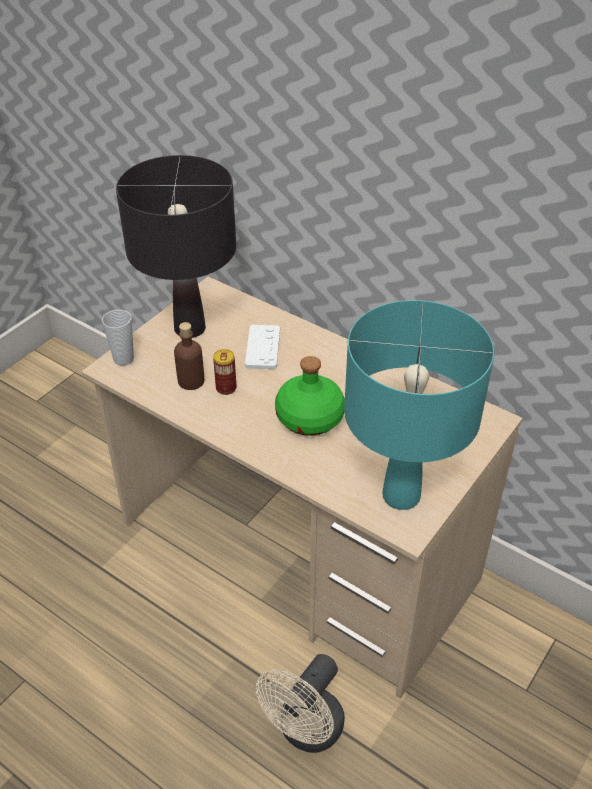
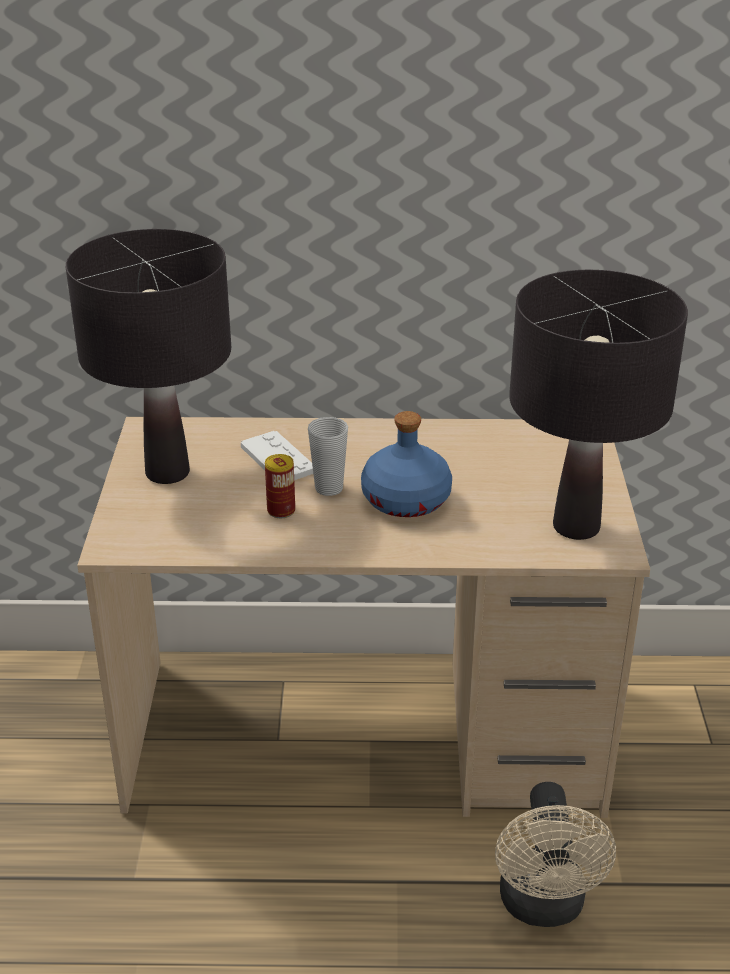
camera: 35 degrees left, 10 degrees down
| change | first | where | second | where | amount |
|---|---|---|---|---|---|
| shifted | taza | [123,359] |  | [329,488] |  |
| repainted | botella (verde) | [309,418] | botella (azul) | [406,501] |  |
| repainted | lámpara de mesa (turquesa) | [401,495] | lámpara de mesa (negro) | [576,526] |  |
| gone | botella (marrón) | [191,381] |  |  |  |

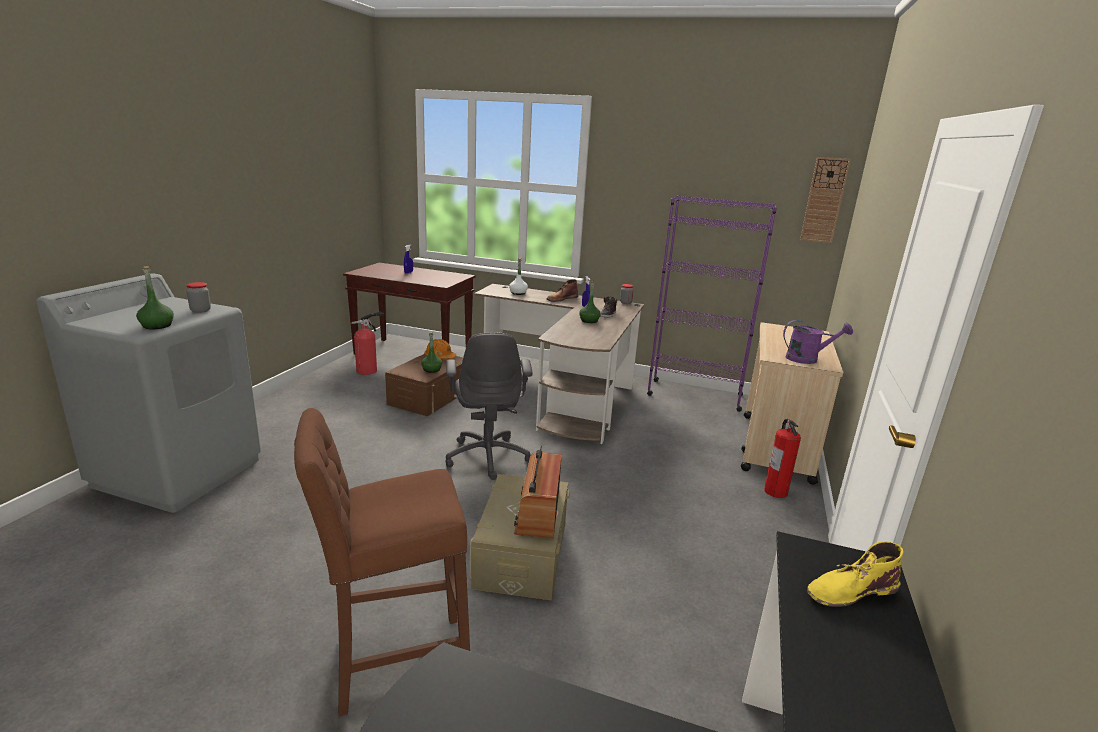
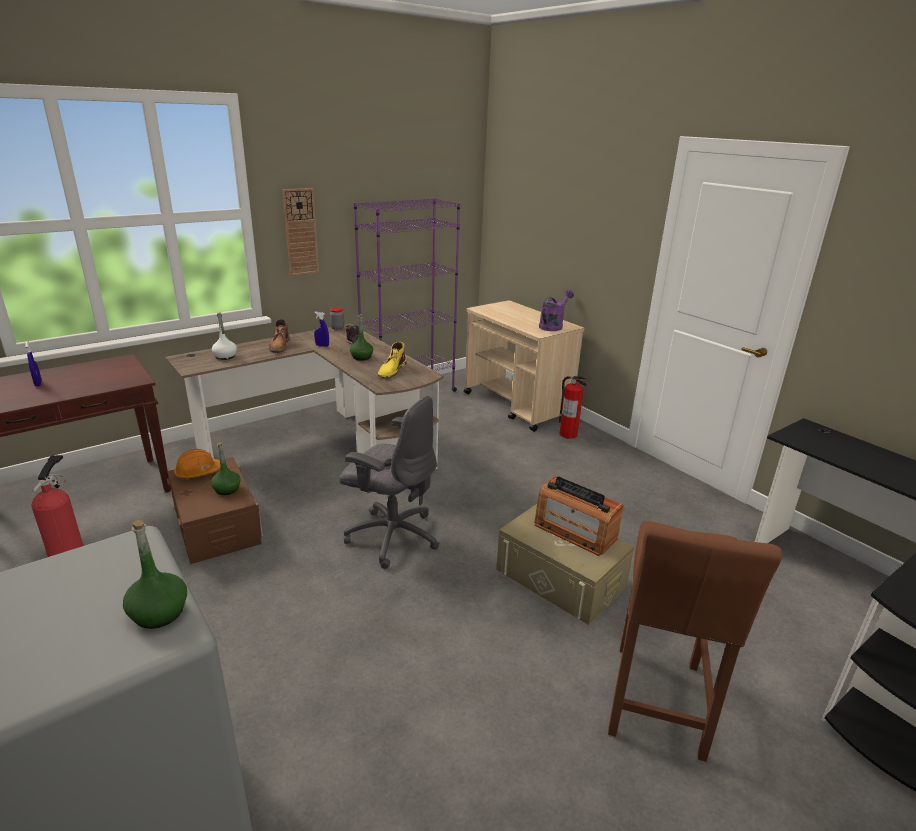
camera: 55 degrees left, 5 degrees up
| change | first | where | second | where | amount |
|---|---|---|---|---|---|
| shifted | reloj de pared | [824,200] |  | [300,232] |  |
| shifted | bota (amarillo) | [850,590] |  | [391,370] |  |
| gone | tarro | [200,310] |  |  |  |

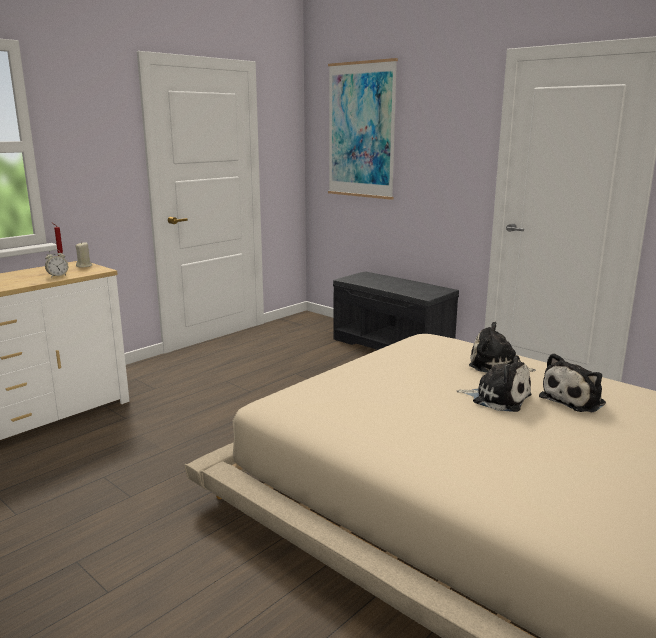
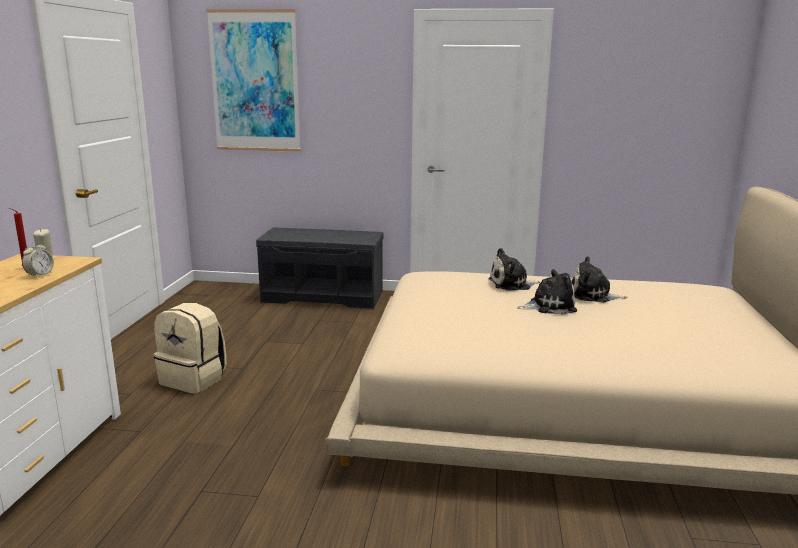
camera: 35 degrees left, 0 degrees up
| change | first | where | second | where | amount |
|---|---|---|---|---|---|
| new |  |  | mochila (beis) | [194,379] |  |
| rotated | peluche | [575,400] |  | [593,295] | 90 degrees clockwise |

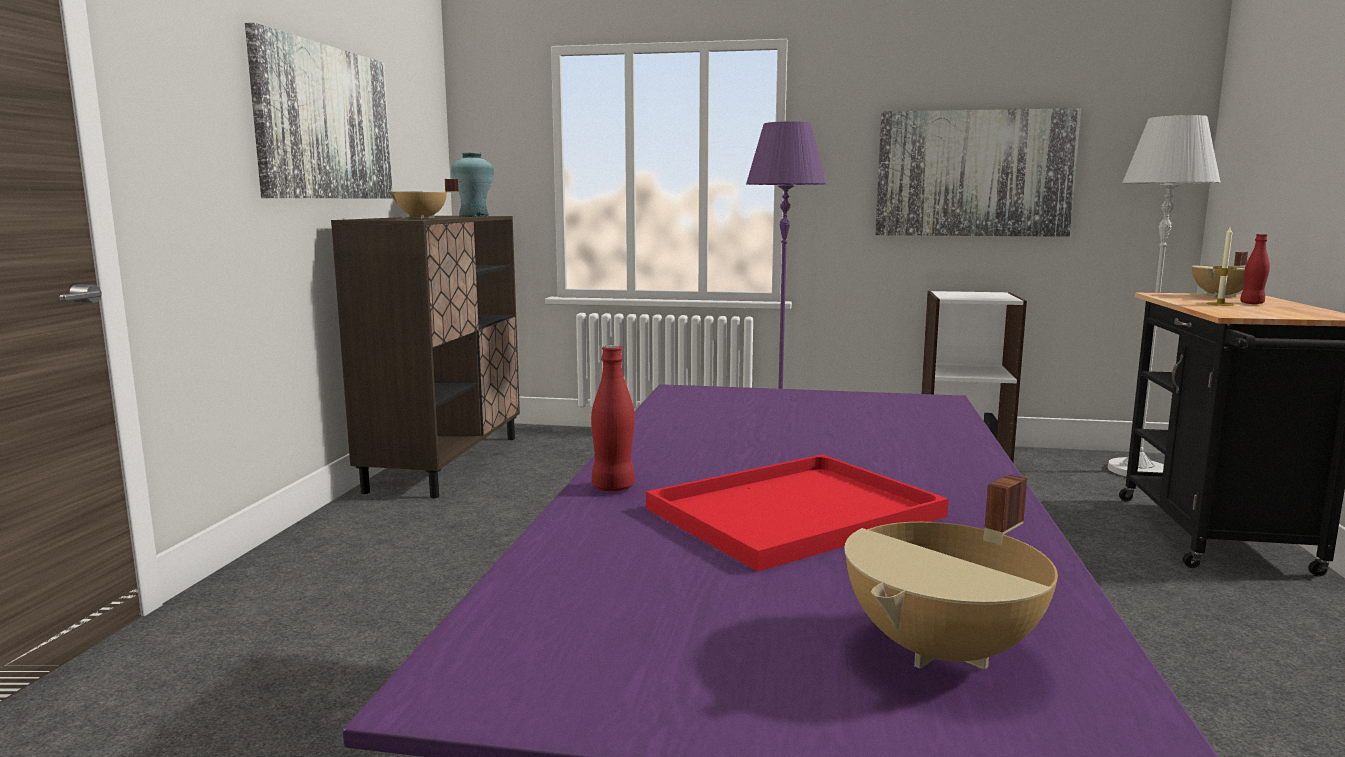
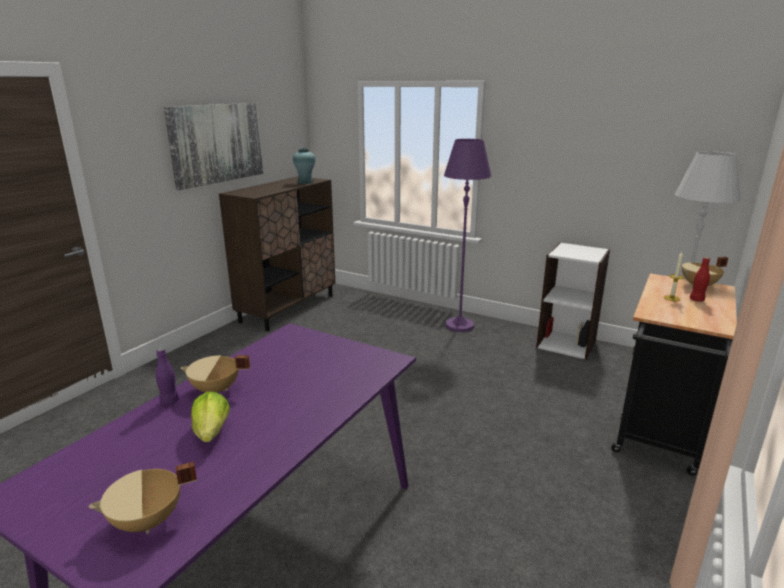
camera: 20 degrees right, 10 degrees up
| change | first | where | second | where | amount |
|---|---|---|---|---|---|
| repainted | botella (rojo) | [613,487] | botella (morado) | [169,401] |  |
| shifted | olla (beis) | [422,218] |  | [216,390] |  |
| swapped | bandeja (rojo) | [797,510] | lechuga | [212,432] |  |
| gone | cuadro | [973,174] |  |  |  |

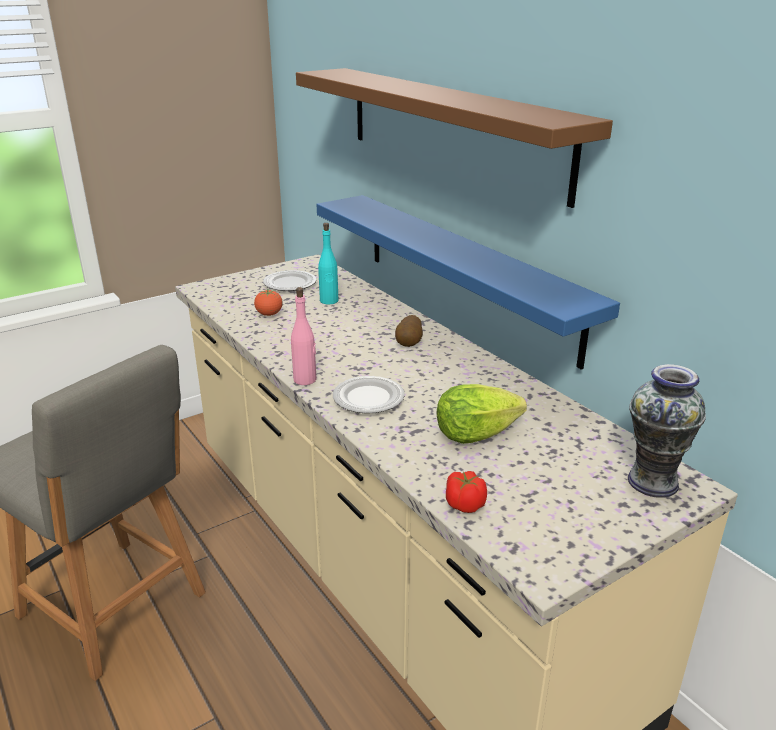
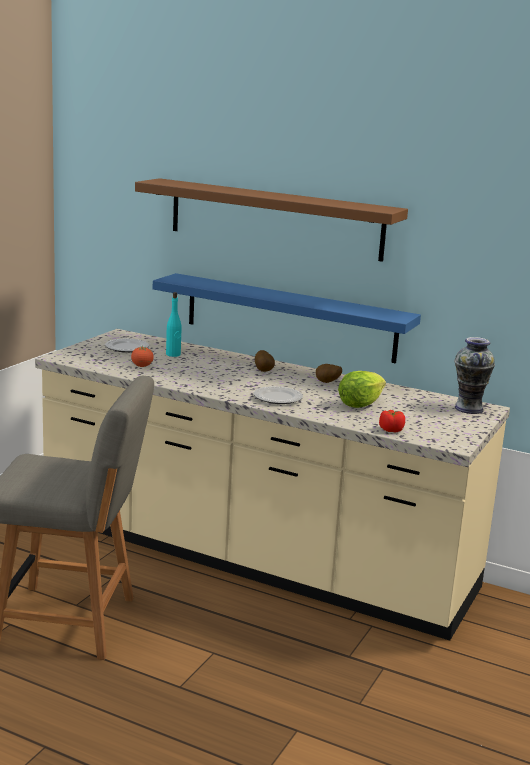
camera: 30 degrees left, 10 degrees down
| change | first | where | second | where | amount |
|---|---|---|---|---|---|
| new |  |  | patata | [327,383] |  |
| gone | botella (rosa) | [305,380] |  |  |  |

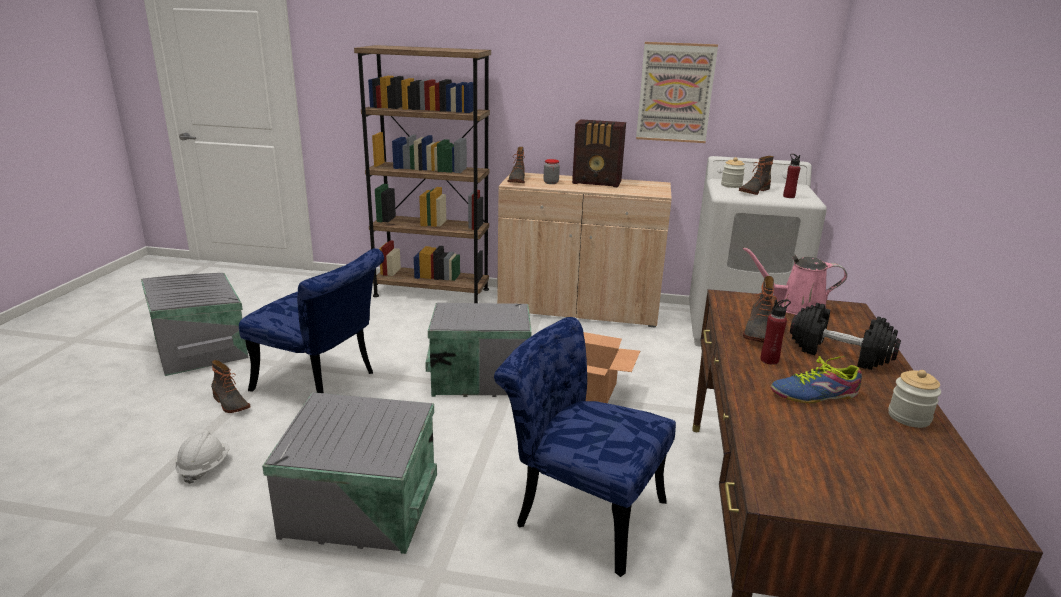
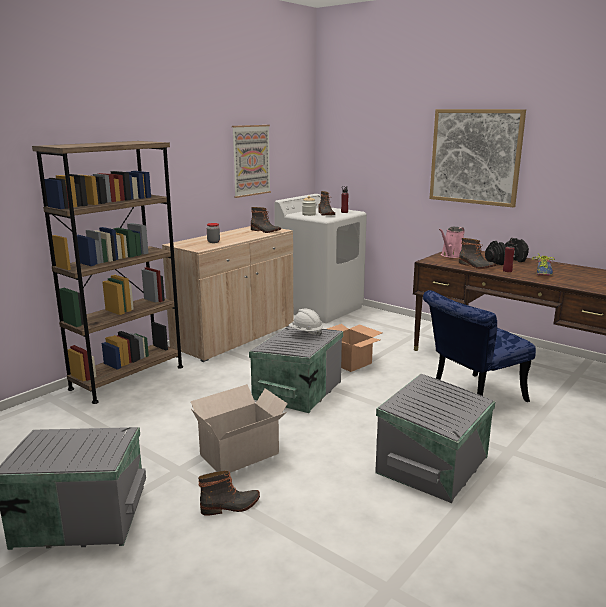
camera: 60 degrees left, 5 degrees down
| change | first | where | second | where | amount |
|---|---|---|---|---|---|
| swapped | silla (azul) | [323,383] | caja de cartón | [241,454] |  |
| shifted | bota | [516,180] |  | [265,231] |  |
| shifted | casco (blanco) | [204,467] |  | [306,332] |  |
| new |  |  | cuadro | [475,157] |  |
| gone | radio | [598,182] |  |  |  |
| gone | tarro | [909,417] |  |  |  |

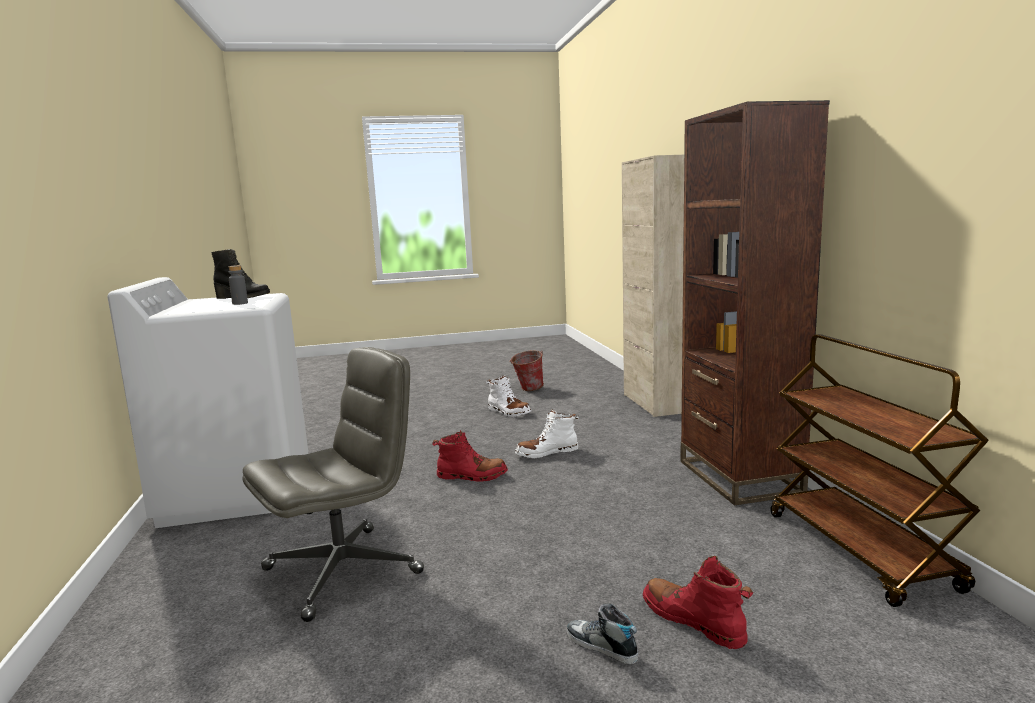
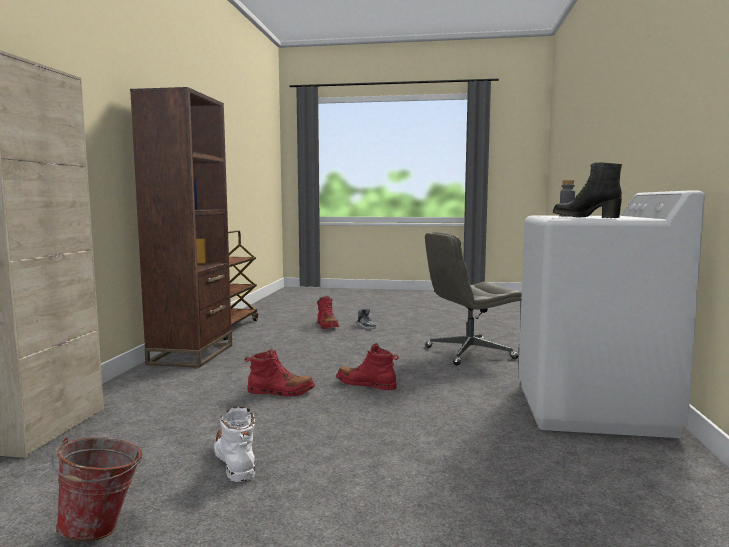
camera: 160 degrees left, 5 degrees down
| change | first | where | second | where | amount |
|---|---|---|---|---|---|
| repainted | bota (blanco) | [547,453] | bota (rojo) | [280,392] |  |

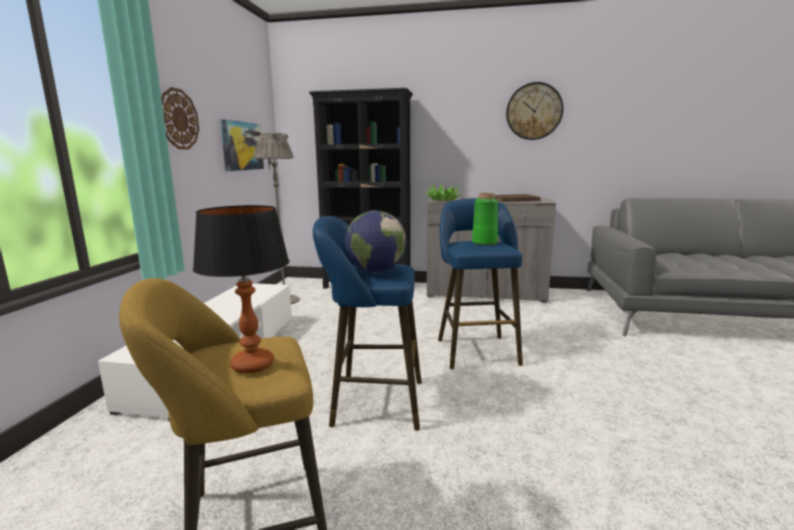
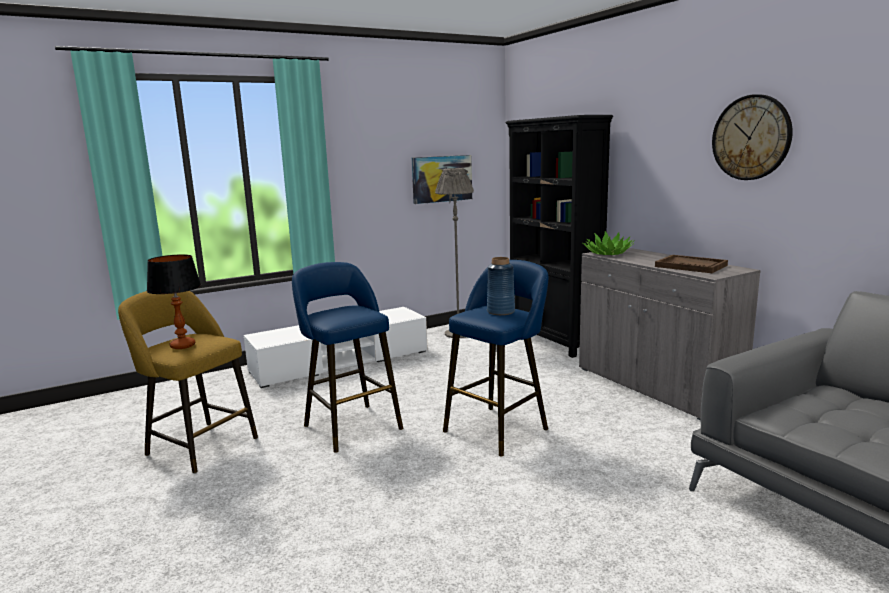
camera: 50 degrees right, 0 degrees up
| change | first | where | second | where | amount |
|---|---|---|---|---|---|
| repainted | florero (verde) | [484,242] | florero (azul) | [501,311] |  |
| gone | reloj de pared | [178,119] |  |  |  |
| gone | globo terráqueo | [376,271] |  |  |  |

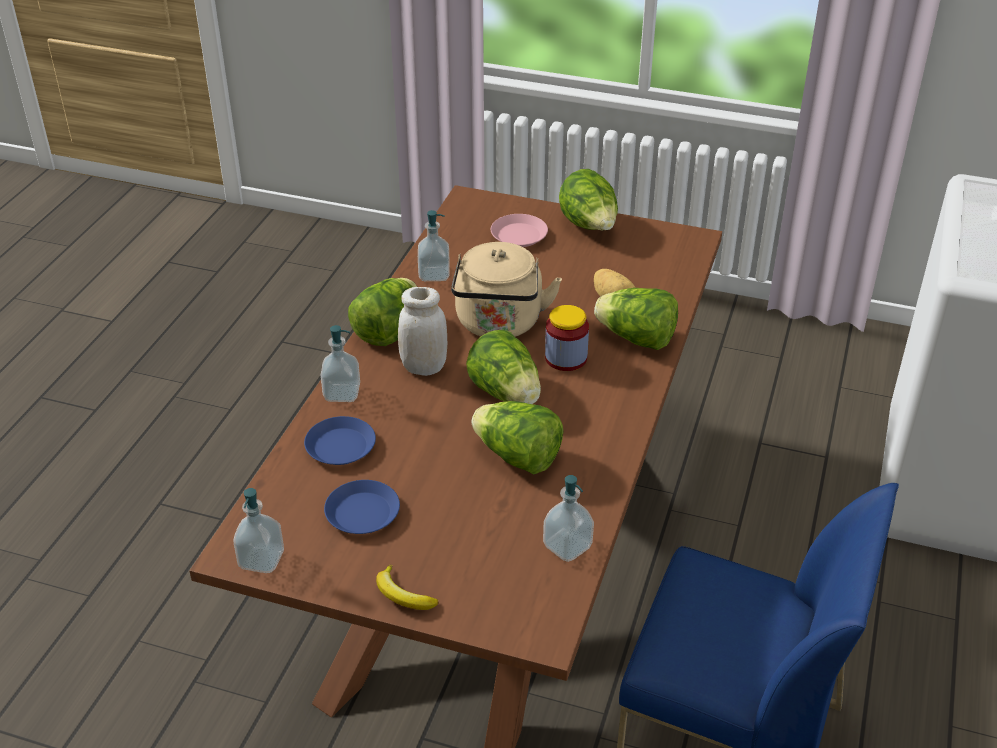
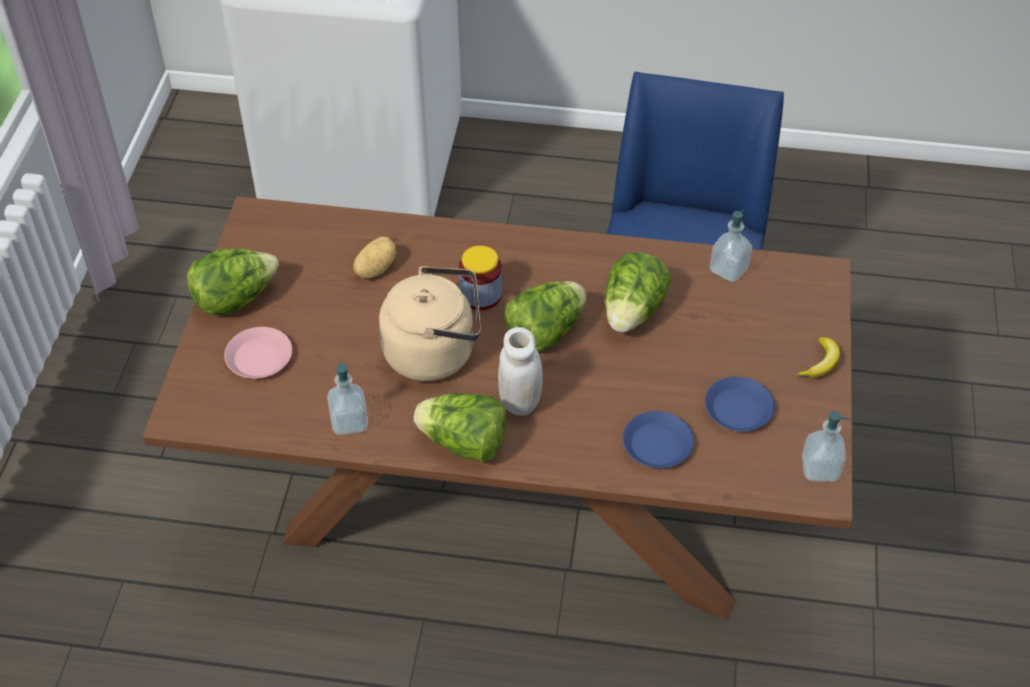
camera: 100 degrees left, 10 degrees up
| change | first | where | second | where | amount |
|---|---|---|---|---|---|
| gone | dispensador de jabón | [342,393] |  |  |  |
| gone | lechuga | [636,339] |  |  |  |

